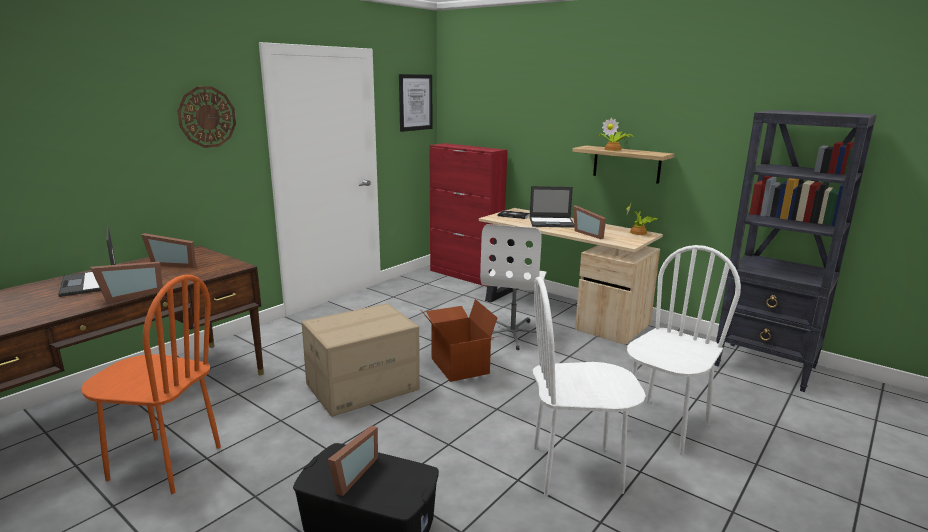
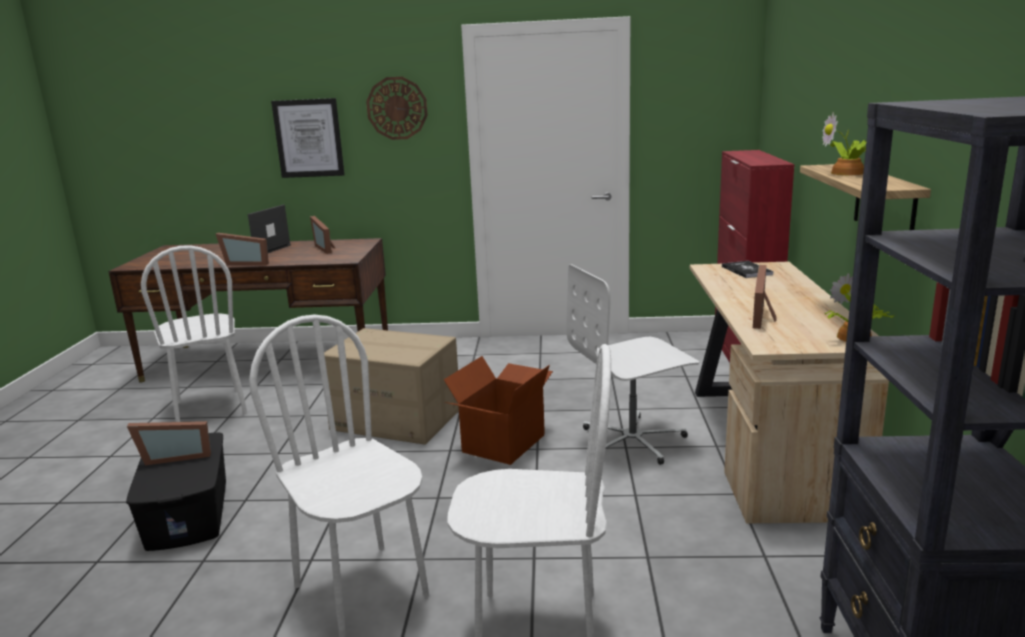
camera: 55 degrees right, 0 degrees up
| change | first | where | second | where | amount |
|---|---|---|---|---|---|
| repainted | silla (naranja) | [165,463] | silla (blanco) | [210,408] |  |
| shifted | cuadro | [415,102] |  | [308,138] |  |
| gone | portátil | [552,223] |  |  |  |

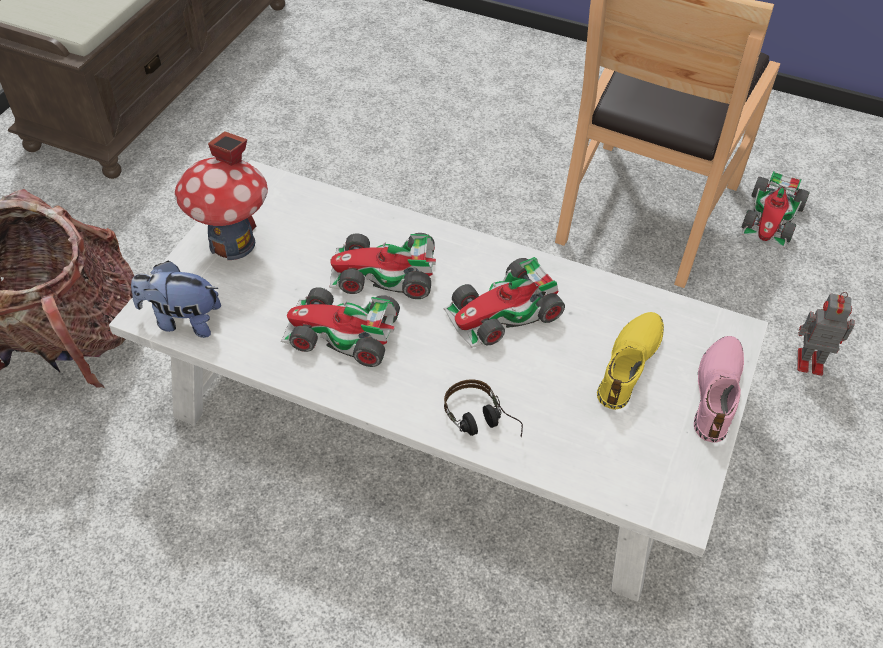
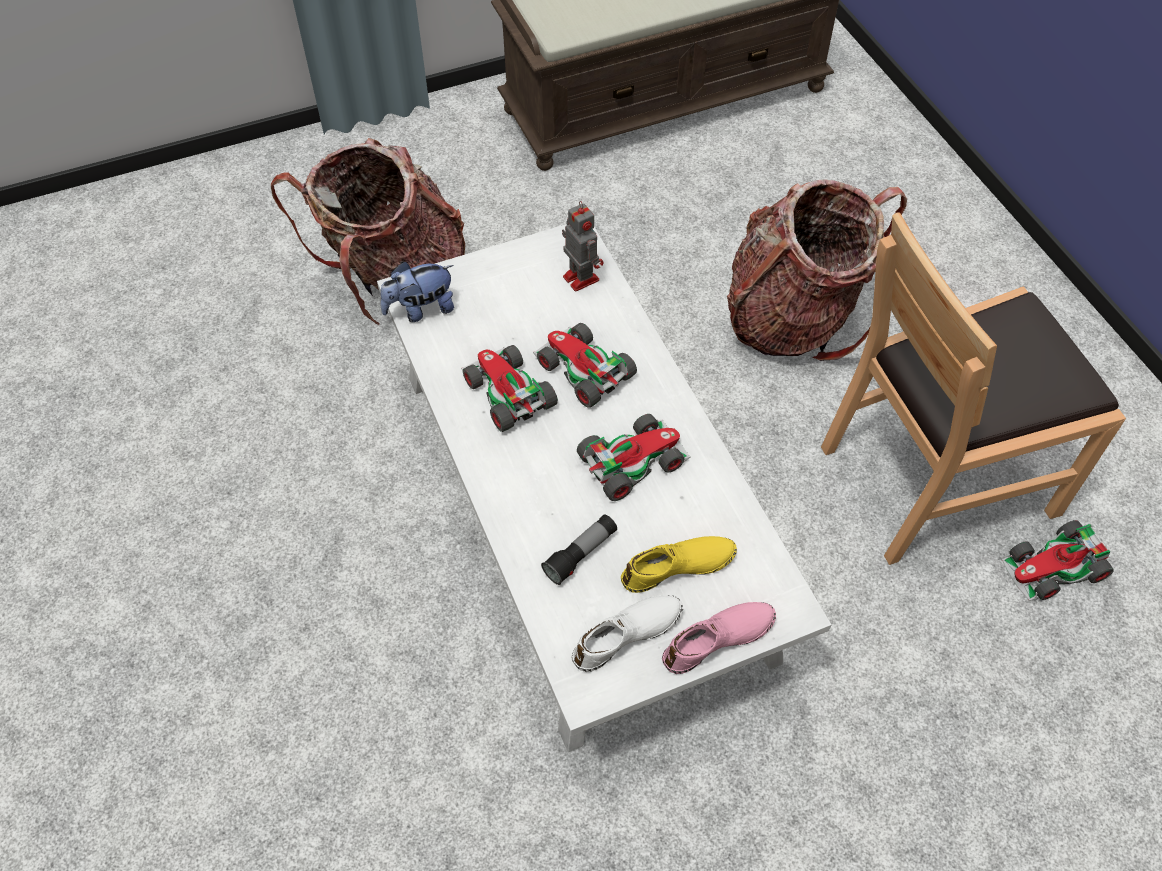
camera: 45 degrees right, 5 degrees up
| change | first | where | second | where | amount |
|---|---|---|---|---|---|
| rotated | peluche | [182,320] |  | [420,309] | 75 degrees counterclockwise |
| new |  |  | linterna | [581,554] |  |
| shifted | robot de juguete | [808,361] |  | [580,277] |  |
| new |  |  | zapato (blanco) | [627,636] |  |
| rotated | coche de juguete | [503,313] |  | [632,460] | 135 degrees clockwise |
| new |  |  | mochila | [795,318] |  |
| gone | casita | [232,243] |  |  |  |
| gone | auriculares | [482,423] |  |  |  |

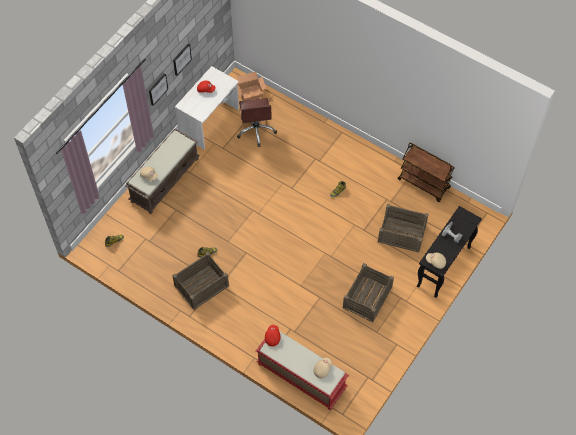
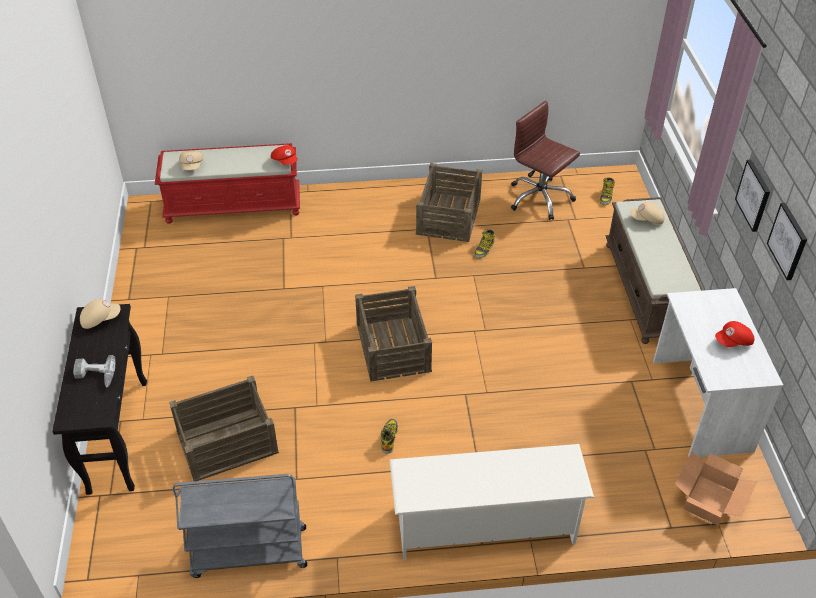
camera: 140 degrees right, 15 degrees down
| change | first | where | second | where | amount |
|---|---|---|---|---|---|
| repainted | carrito (marrón) | [424,183] | carrito (gris) | [248,553] |  |
| shifted | caja de embalaje | [367,297] |  | [392,347] |  |
| new |  |  | zapatero (blanco) | [484,525] |  |
| shifted | silla de oficina (marrón) | [256,130] |  | [539,198] |  |

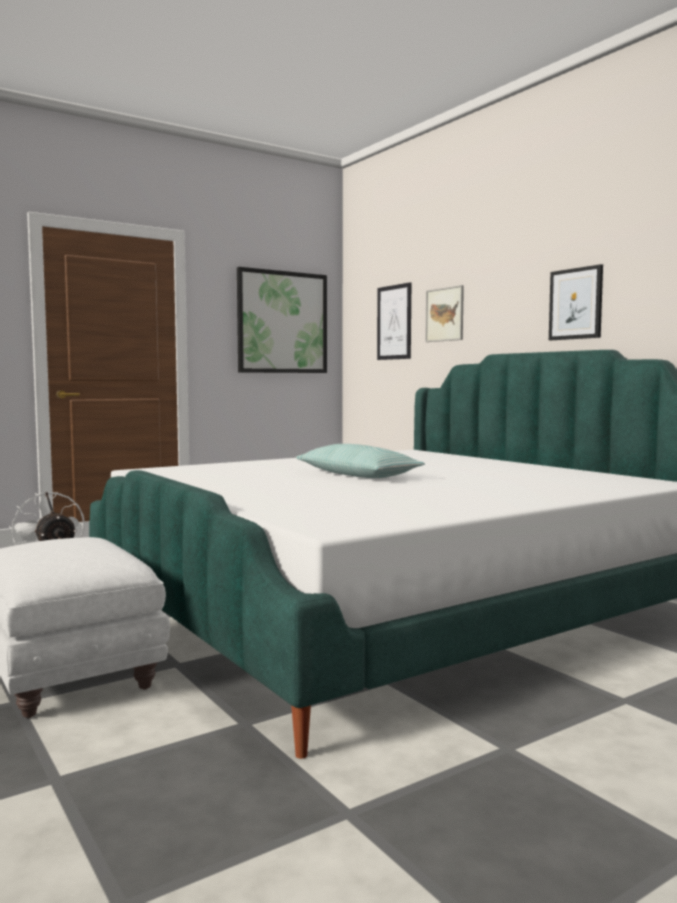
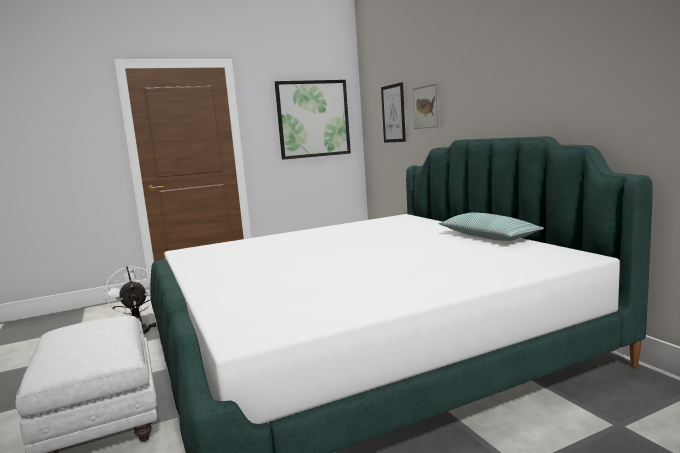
camera: 10 degrees right, 5 degrees up
| change | first | where | second | where | amount |
|---|---|---|---|---|---|
| shifted | cojín | [357,475] |  | [488,237] |  |
| gone | cuadro | [575,304] |  |  |  |

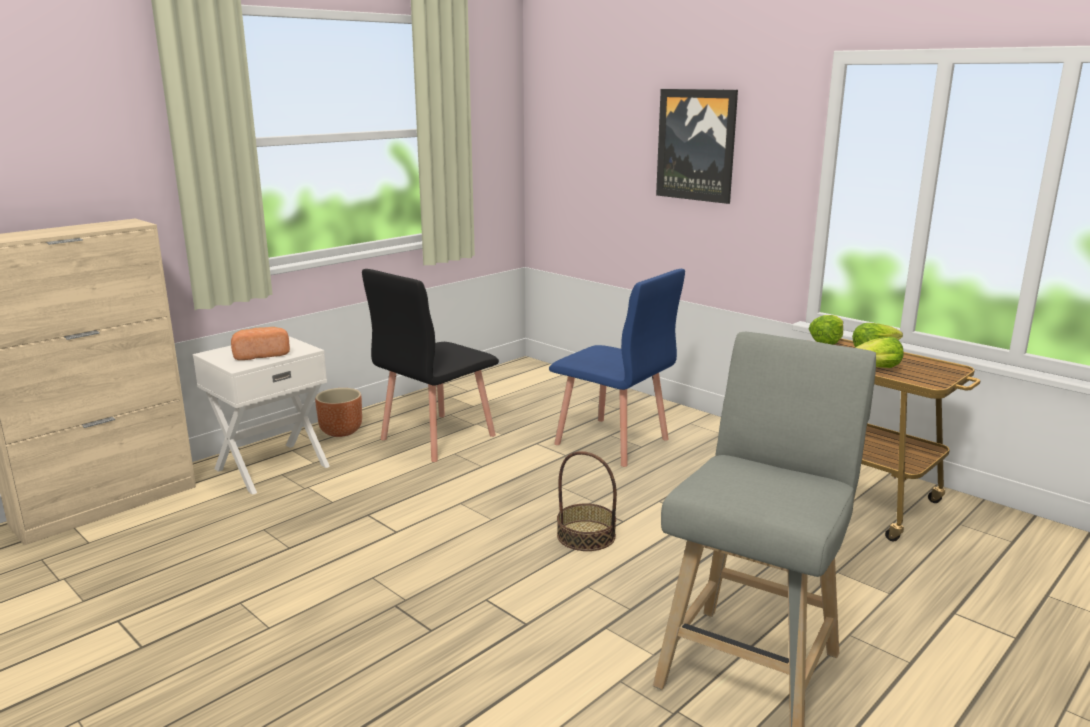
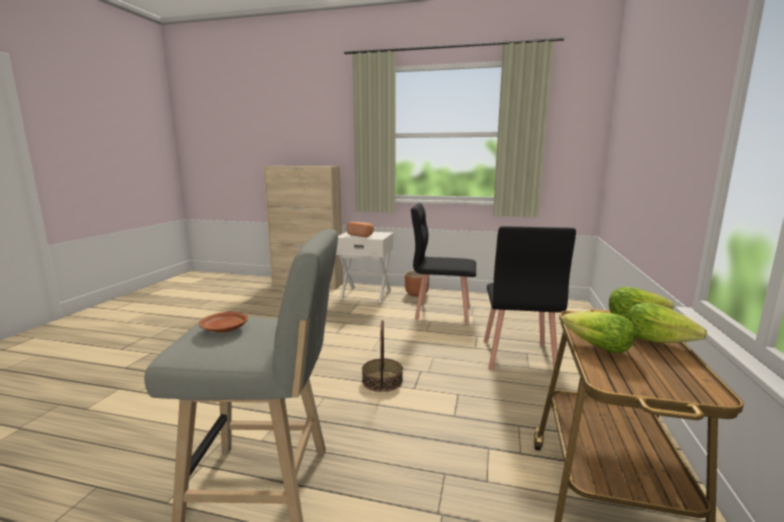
camera: 60 degrees right, 5 degrees down
| change | first | where | second | where | amount |
|---|---|---|---|---|---|
| new |  |  | plato (marrón) | [224,329] |  |
| repainted | silla (azul) | [612,442] | silla (negro) | [517,356] |  |
| gone | cuadro | [696,145] |  |  |  |

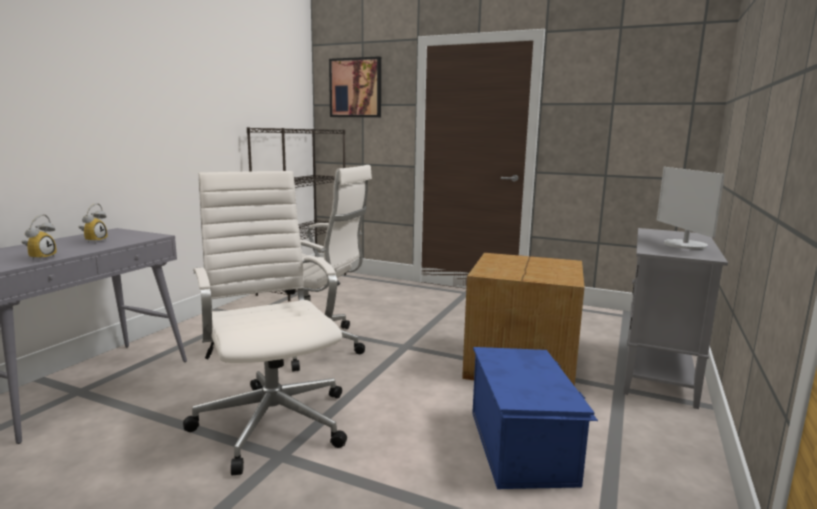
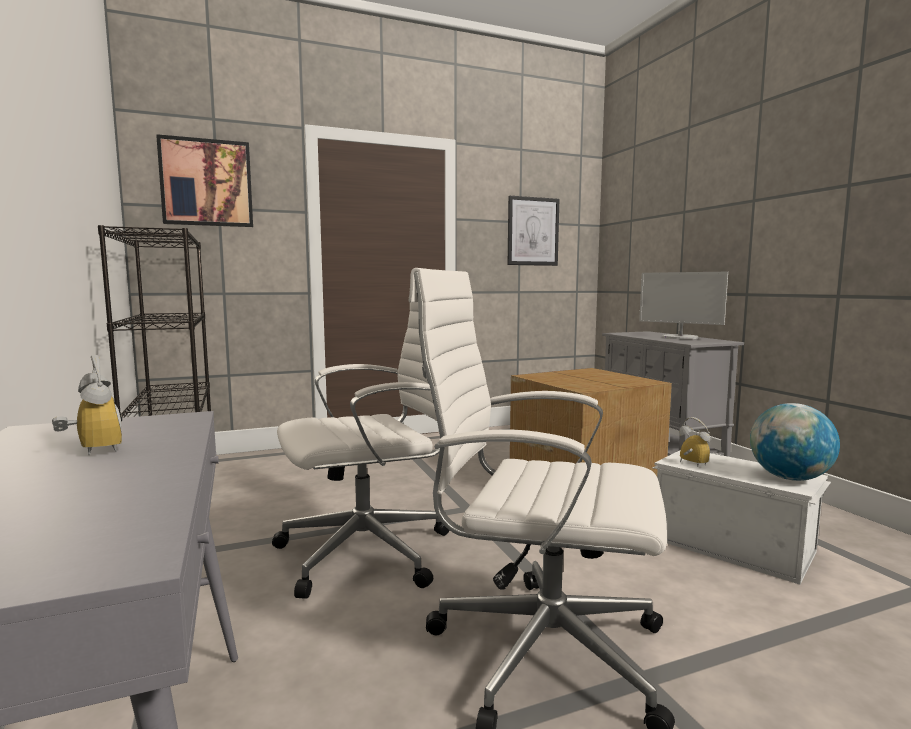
camera: 45 degrees left, 5 degrees down
| change | first | where | second | where | amount |
|---|---|---|---|---|---|
| new |  |  | cuadro | [533,231] |  |
| repainted | caja de almacenaje (azul) | [522,445] | caja de almacenaje (blanco) | [732,544] |  |
| shifted | despertador | [40,258] |  | [690,464] |  |
| new |  |  | globo terráqueo | [789,478] |  |

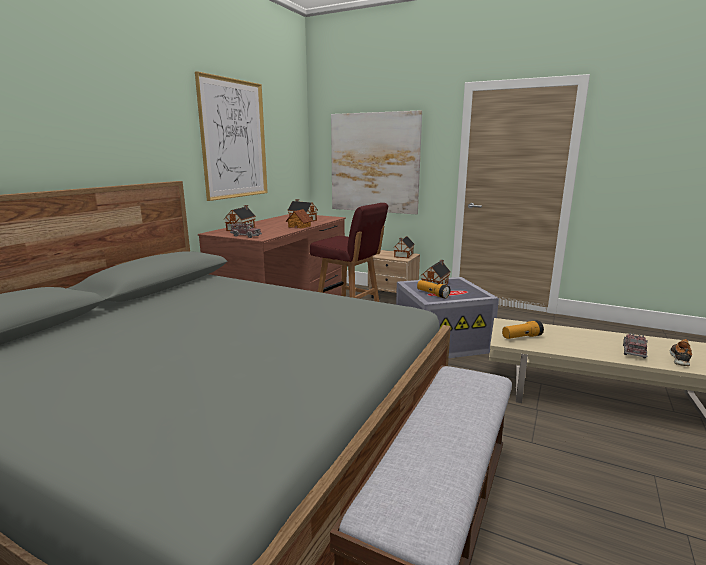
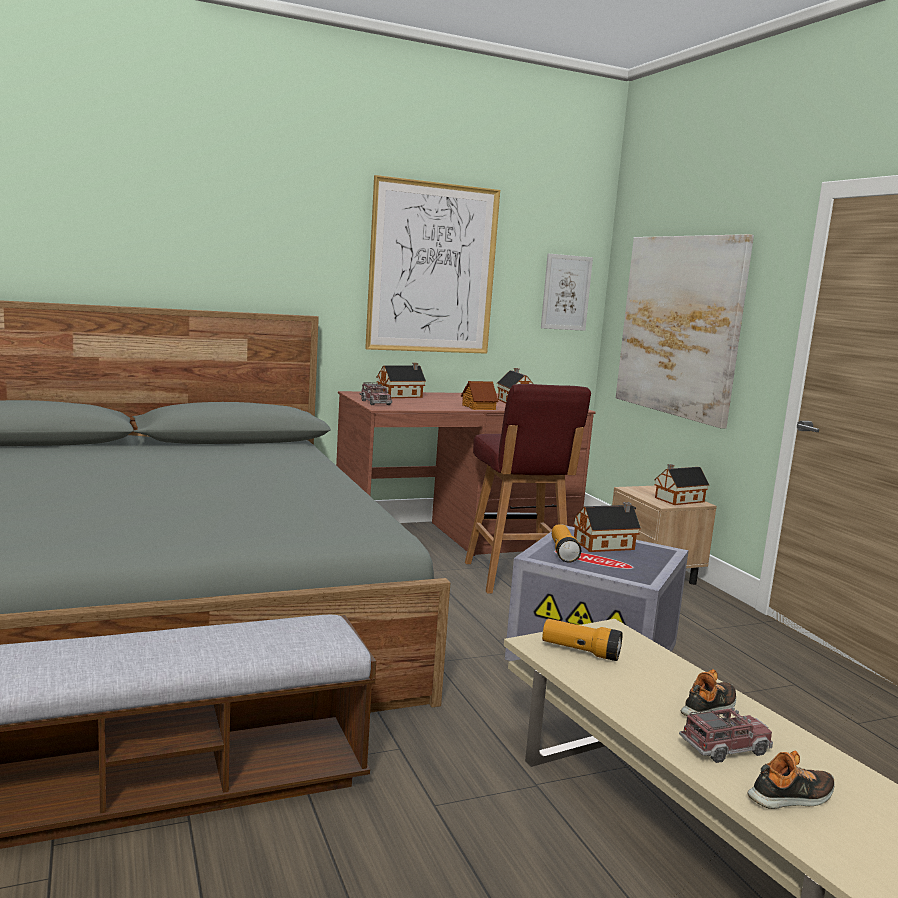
camera: 40 degrees right, 5 degrees down
| change | first | where | second | where | amount |
|---|---|---|---|---|---|
| new |  |  | cuadro | [566,292] |  |
| new |  |  | zapato | [709,708] |  |

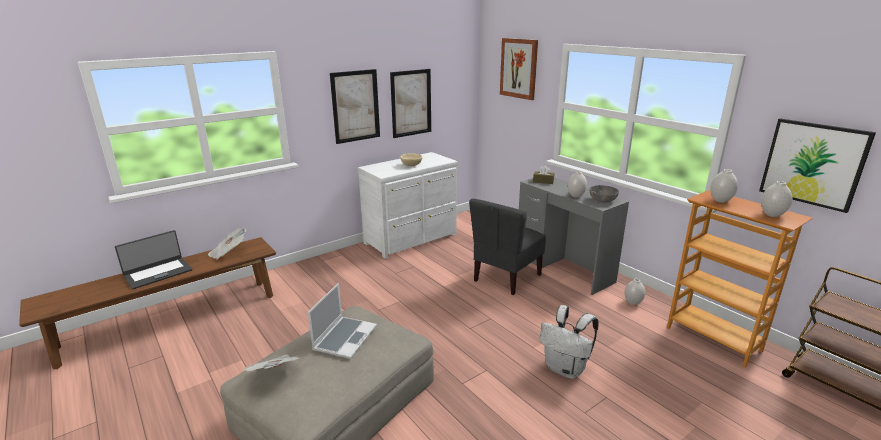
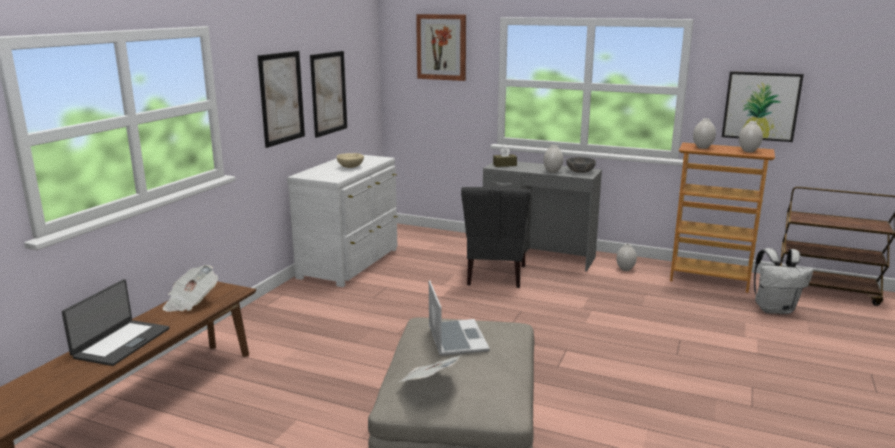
camera: 30 degrees left, 5 degrees down
| change | first | where | second | where | amount |
|---|---|---|---|---|---|
| shifted | mochila (blanco) | [566,369] |  | [774,309] |  |

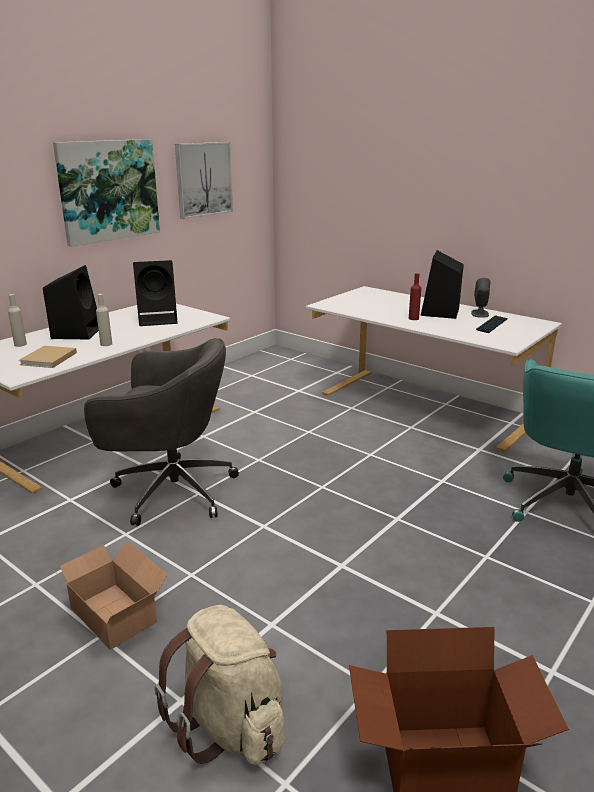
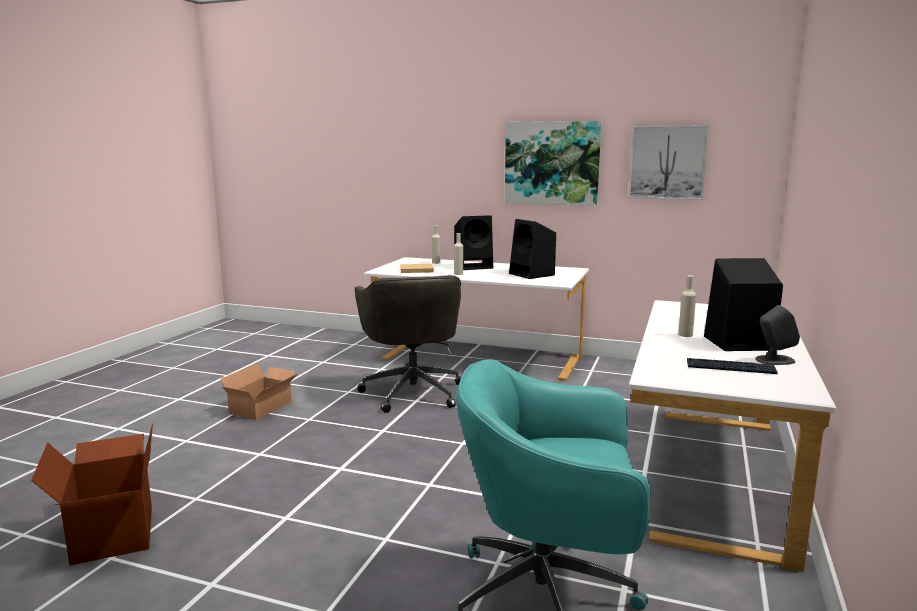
camera: 70 degrees right, 10 degrees down
| change | first | where | second | where | amount |
|---|---|---|---|---|---|
| repainted | botella (rojo) | [413,318] | botella (beis) | [685,335] |  |
| gone | mochila (beis) | [230,724] |  |  |  |

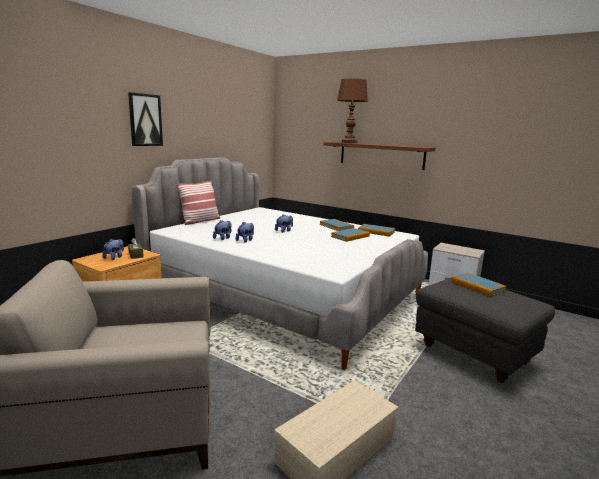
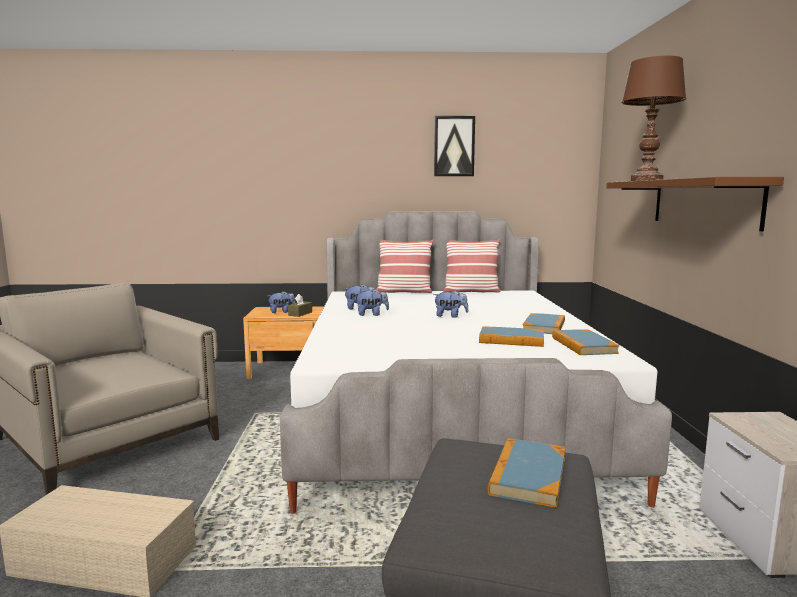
camera: 55 degrees right, 5 degrees down
| change | first | where | second | where | amount |
|---|---|---|---|---|---|
| shifted | cuadro | [145,120] |  | [454,146] |  |
| new |  |  | cojín | [471,291] |  |

